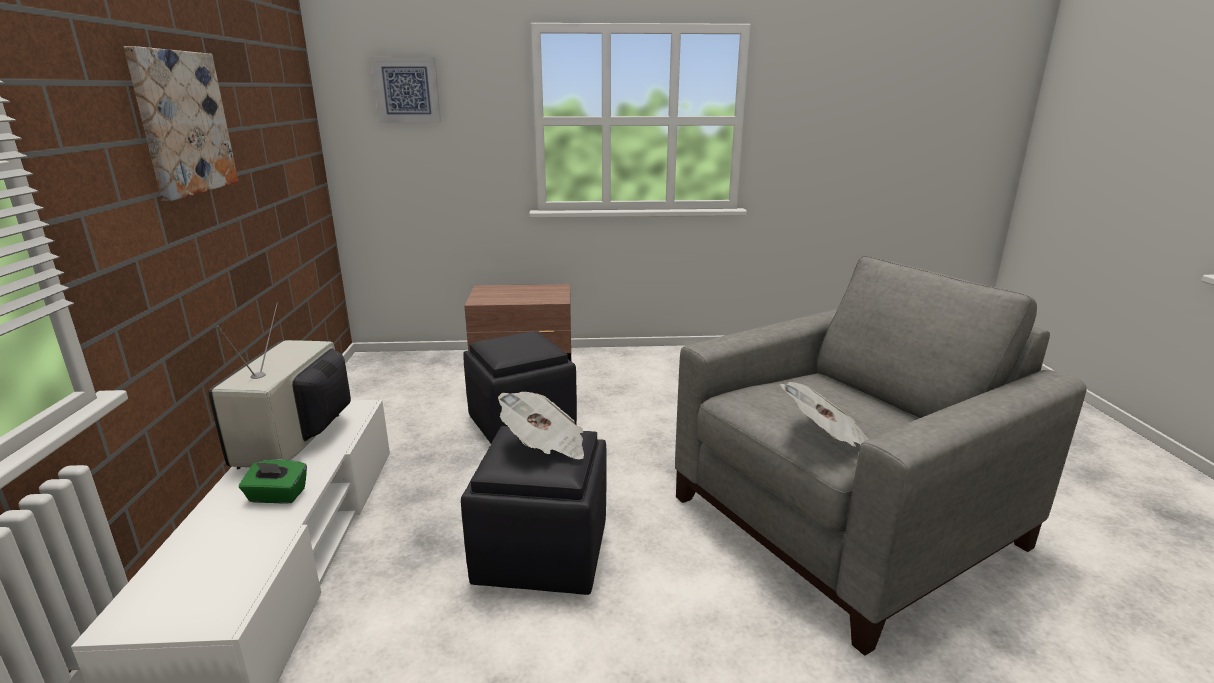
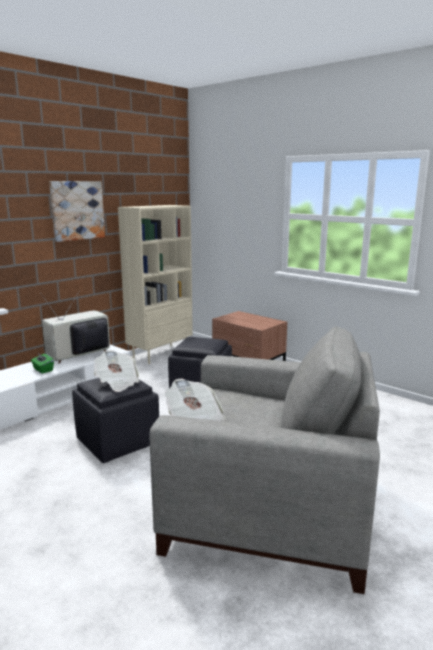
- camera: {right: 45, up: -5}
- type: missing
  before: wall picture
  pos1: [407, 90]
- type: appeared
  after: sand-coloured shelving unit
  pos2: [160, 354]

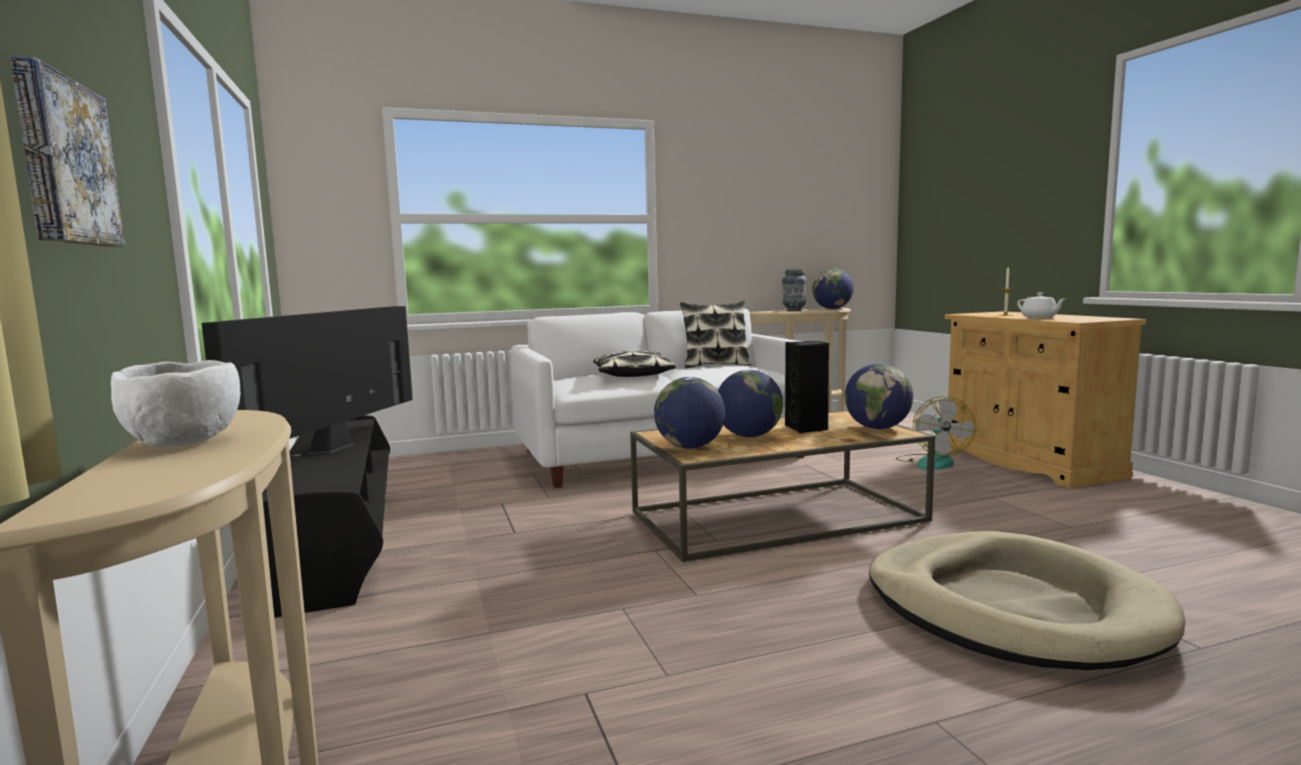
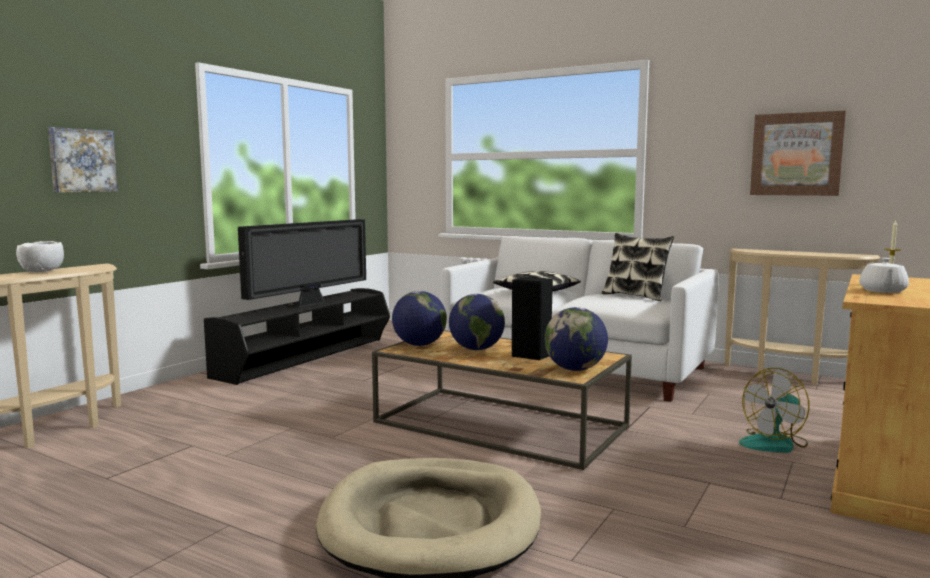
- camera: {right: 50, up: 0}
- type: spun
  before: television
  pos1: [332, 448]
  pos2: [310, 304]
  turn: 150
- type: missing
  before: flower vase
  pos1: [794, 310]
- type: missing
  before: world globe
  pos1: [832, 309]
- type: appeared
  after: wall picture
  pos2: [796, 154]

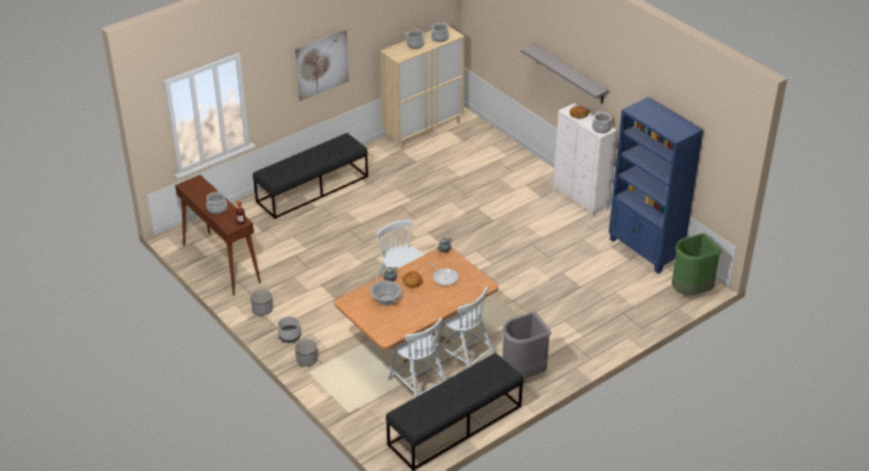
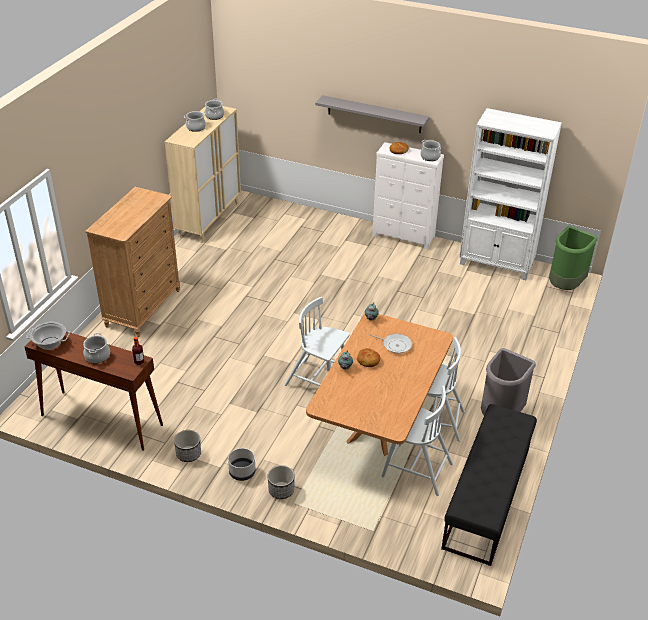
- camera: {right: -30, up: 0}
- type: exchanged
  before: black bench
  after: brown chest of drawers
  pos1: [313, 189]
  pos2: [143, 308]
- type: missing
  before: wall picture
  pos1: [322, 64]
- type: relocated
  before: stockpot
  pos1: [386, 299]
  pos2: [50, 343]
- type: colour
  before: bluish shelving unit
  after: whitish shelving unit
  pos1: [645, 250]
  pos2: [497, 263]

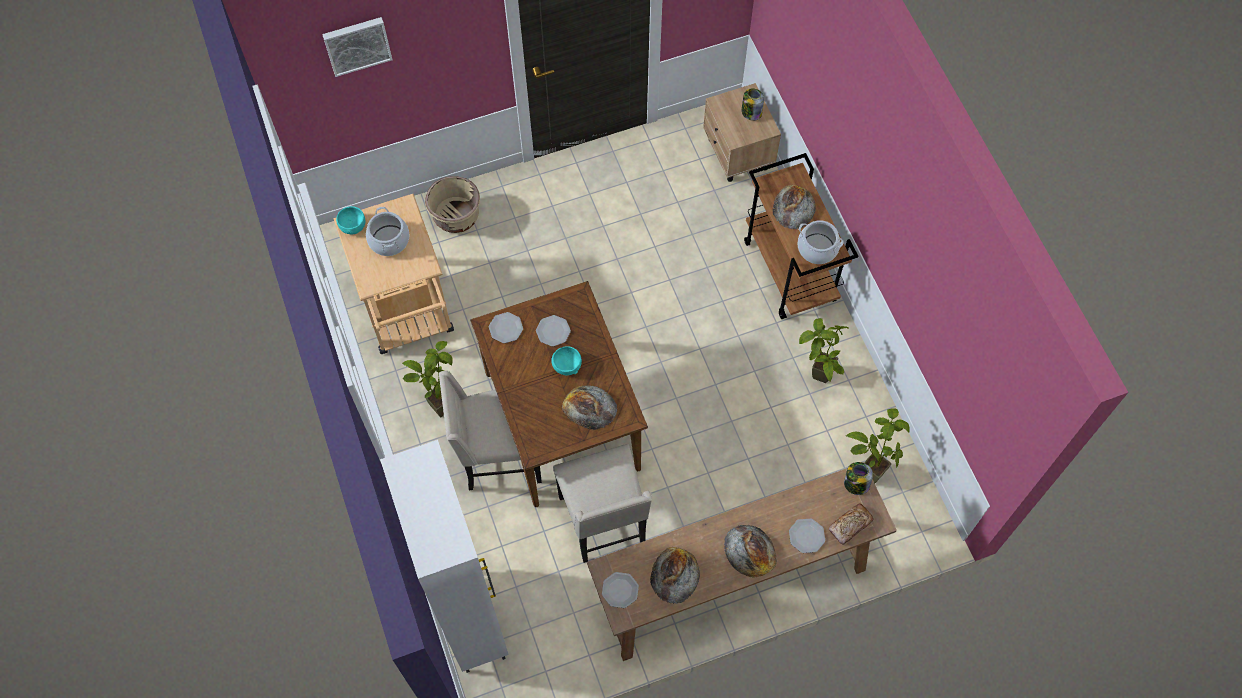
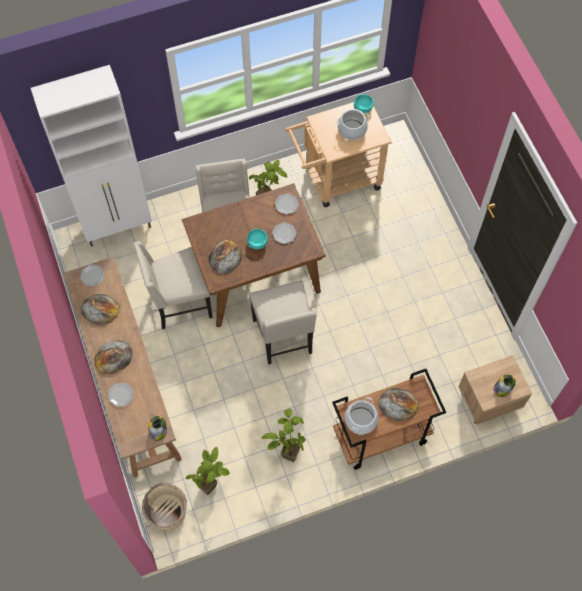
- camera: {right: 90, up: 0}
- type: missing
  before: wall picture
  pos1: [357, 44]
- type: relocated
  before: sand-coloured planter
  pos1: [456, 216]
  pos2: [167, 512]
- type: missing
  before: baked bread
  pos1: [850, 525]
- type: appeared
  after: sand-coloured plain chair
  pos2: [284, 337]

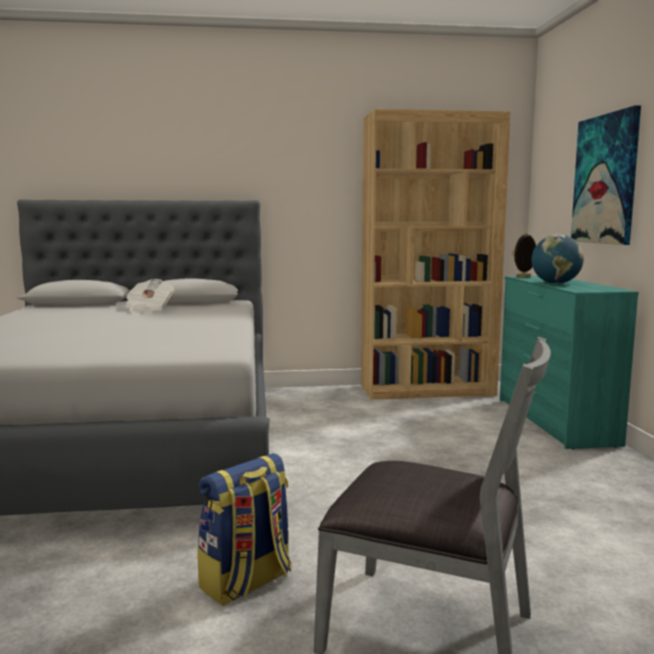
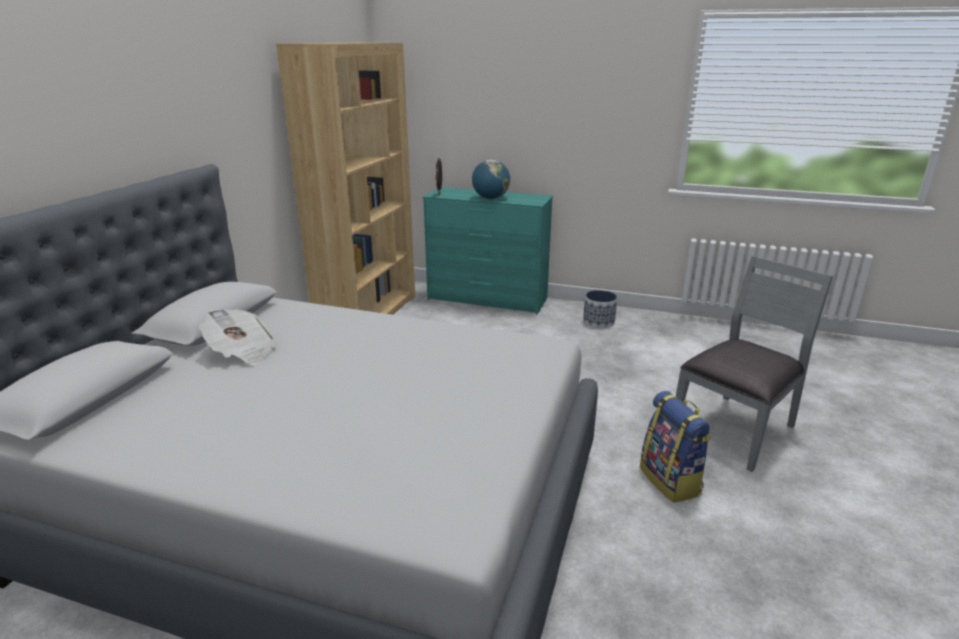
- camera: {right: -65, up: 15}
- type: missing
  before: wall picture
  pos1: [605, 179]
- type: appeared
  after: planter
  pos2: [598, 322]

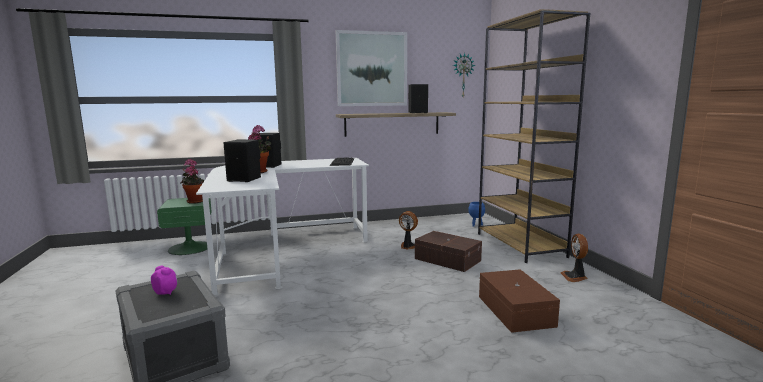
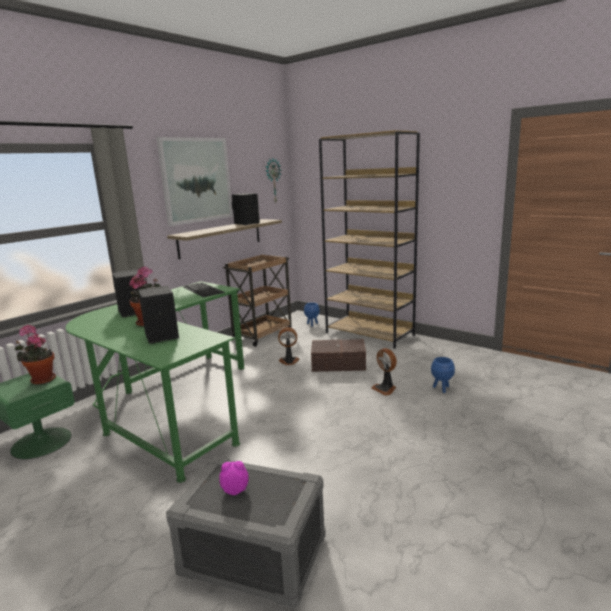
- camera: {right: -35, up: 5}
- type: colour
  before: whitish desk table
  after: green desk table
  pos1: [281, 251]
  pos2: [170, 406]
- type: exchanged
  before: brown storage box
  after: bluish planter
  pos1: [516, 310]
  pos2: [441, 389]
- type: relocated
  before: fan
  pos1: [575, 277]
  pos2: [385, 389]
- type: appeared
  after: brown wheeled cart
  pos2: [262, 334]

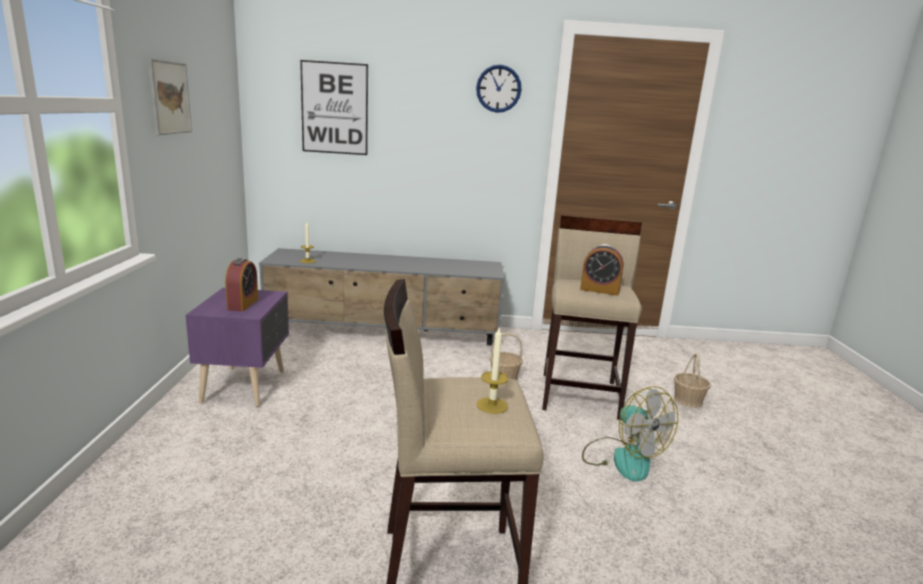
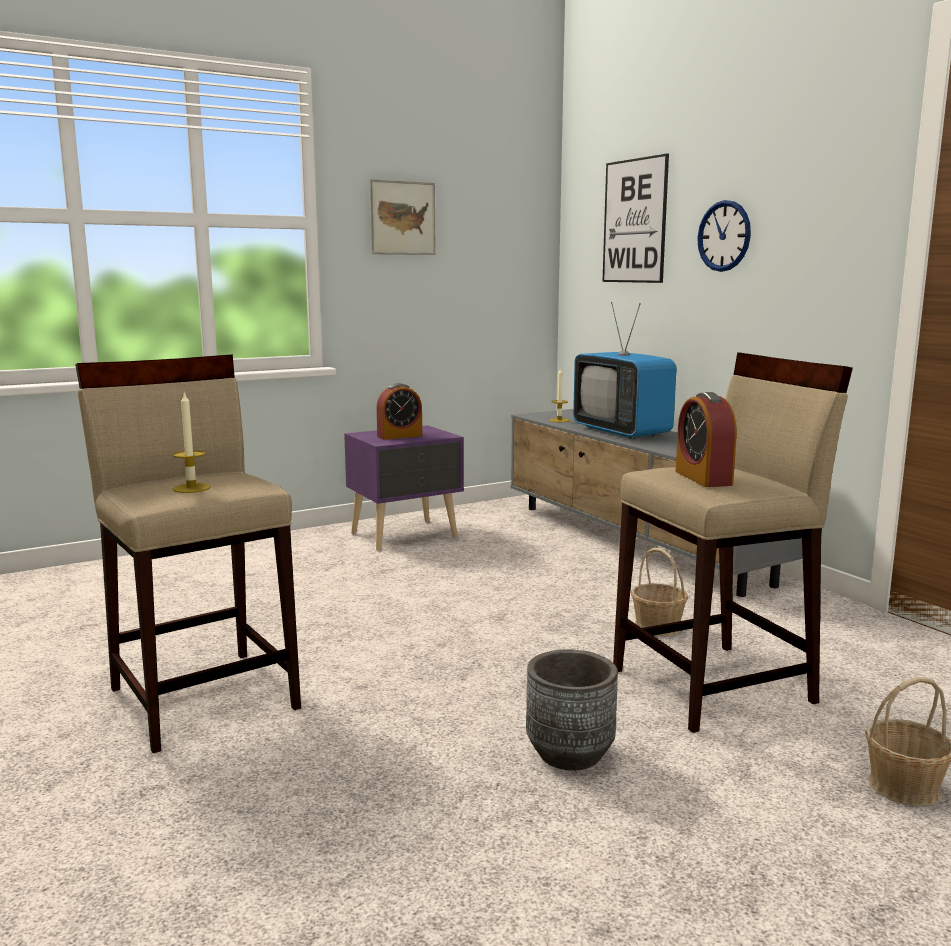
- camera: {right: 60, up: -5}
- type: relocated
  before: wall clock
  pos1: [498, 88]
  pos2: [724, 236]
- type: exchanged
  before: fan
  after: gray planter
  pos1: [622, 458]
  pos2: [570, 754]
- type: appeared
  after: television
  pos2: [621, 432]

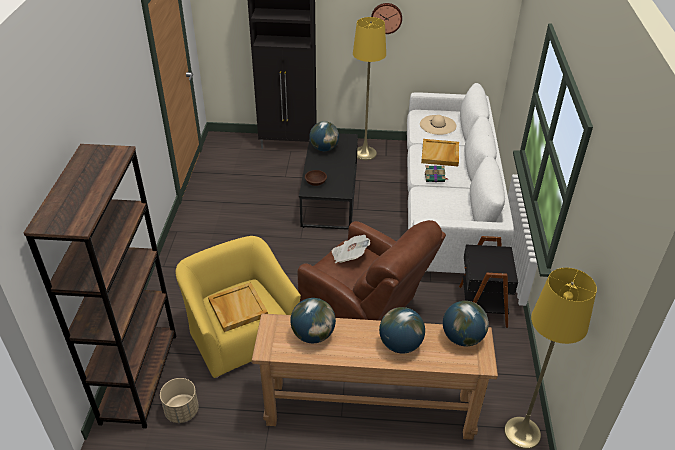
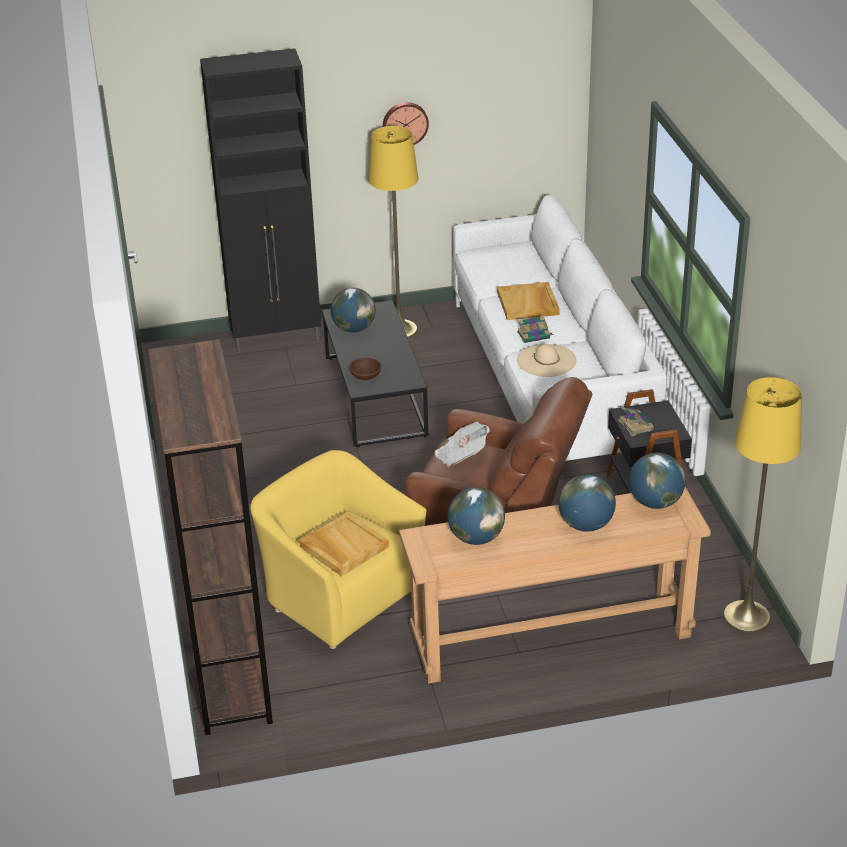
- camera: {right: -15, up: -5}
- type: missing
  before: sand-coloured planter
  pos1: [181, 411]
- type: relocated
  before: sand-coloured clothing hat
  pos1: [438, 125]
  pos2: [546, 360]
- type: appeared
  after: volume
  pos2: [635, 425]

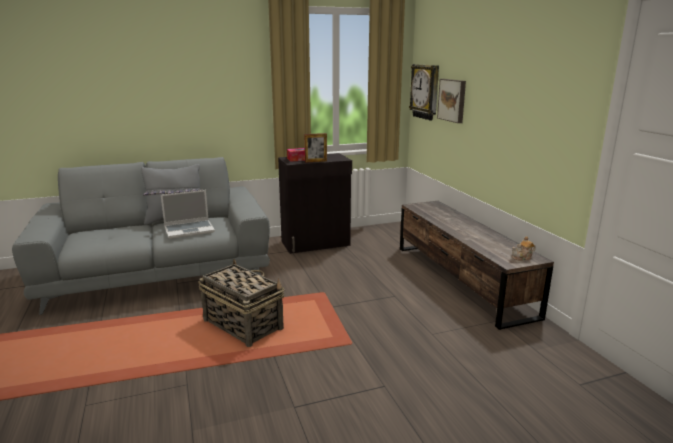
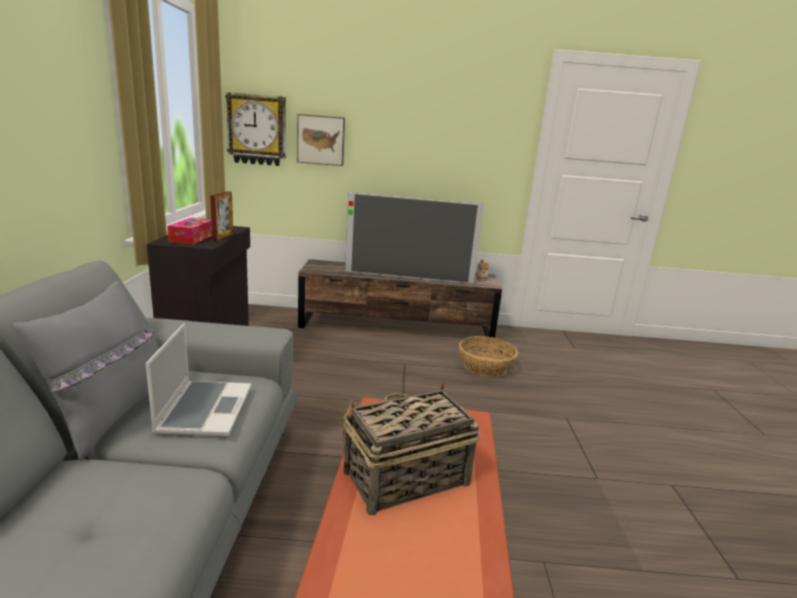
- camera: {right: -70, up: 0}
- type: appeared
  after: television
  pos2: [408, 277]
- type: appeared
  after: storage basket
  pos2: [485, 366]

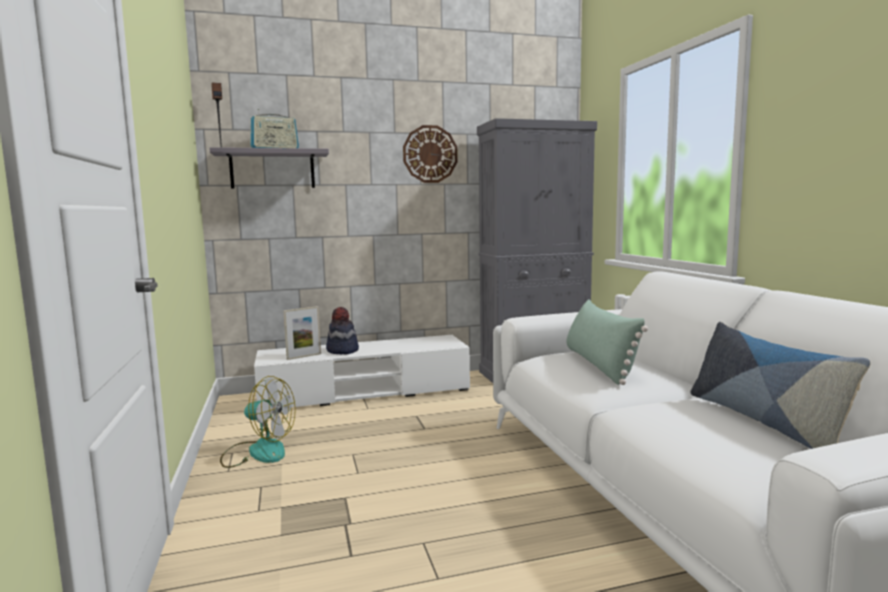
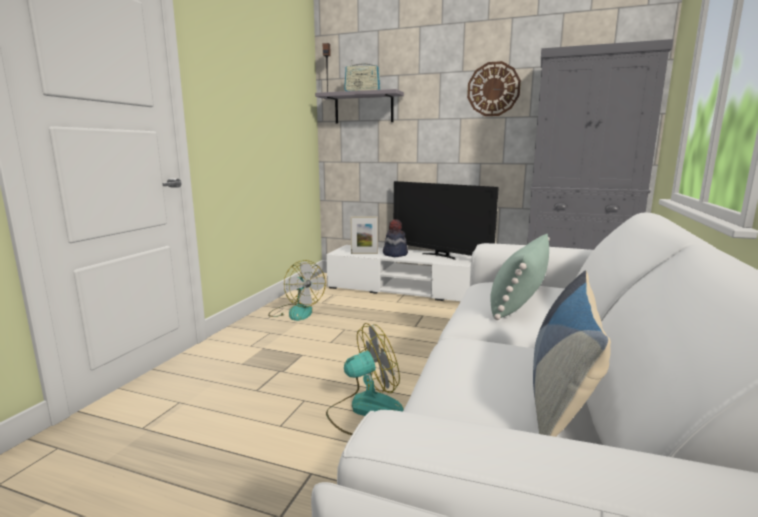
- camera: {right: 35, up: 5}
- type: appeared
  after: fan
  pos2: [364, 410]
- type: appeared
  after: television
  pos2: [440, 256]

